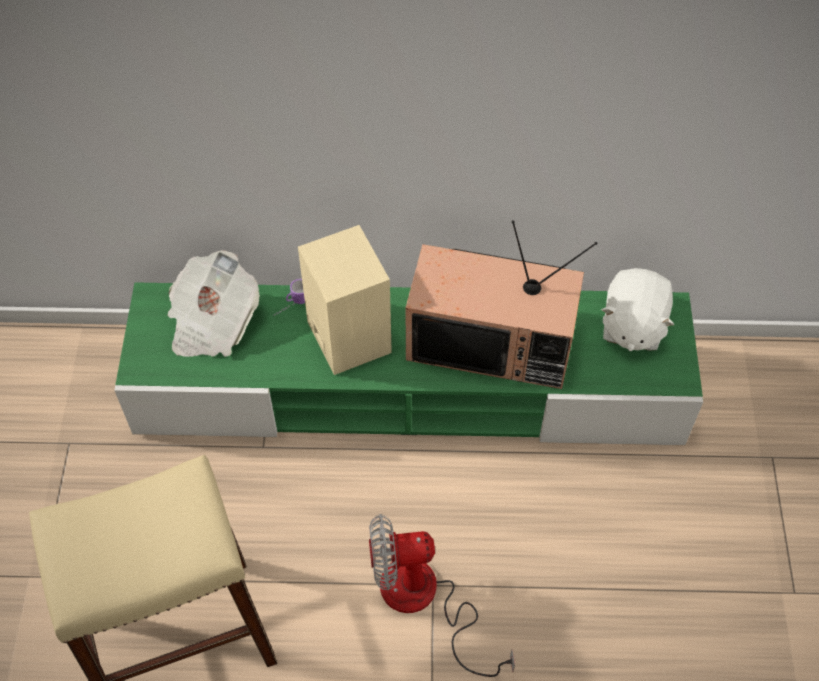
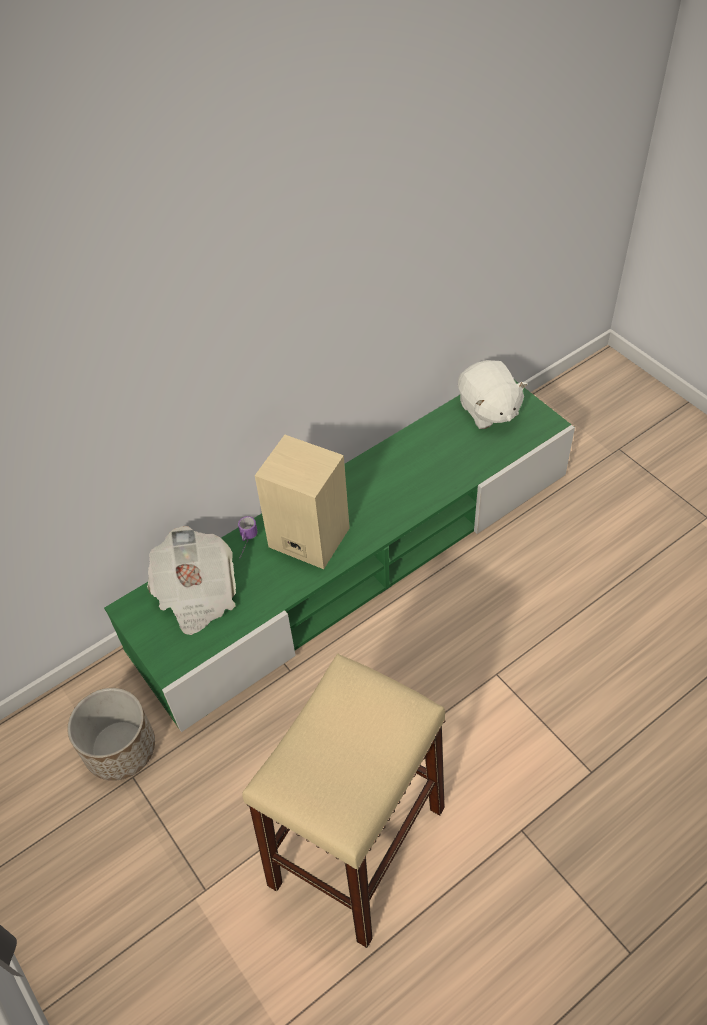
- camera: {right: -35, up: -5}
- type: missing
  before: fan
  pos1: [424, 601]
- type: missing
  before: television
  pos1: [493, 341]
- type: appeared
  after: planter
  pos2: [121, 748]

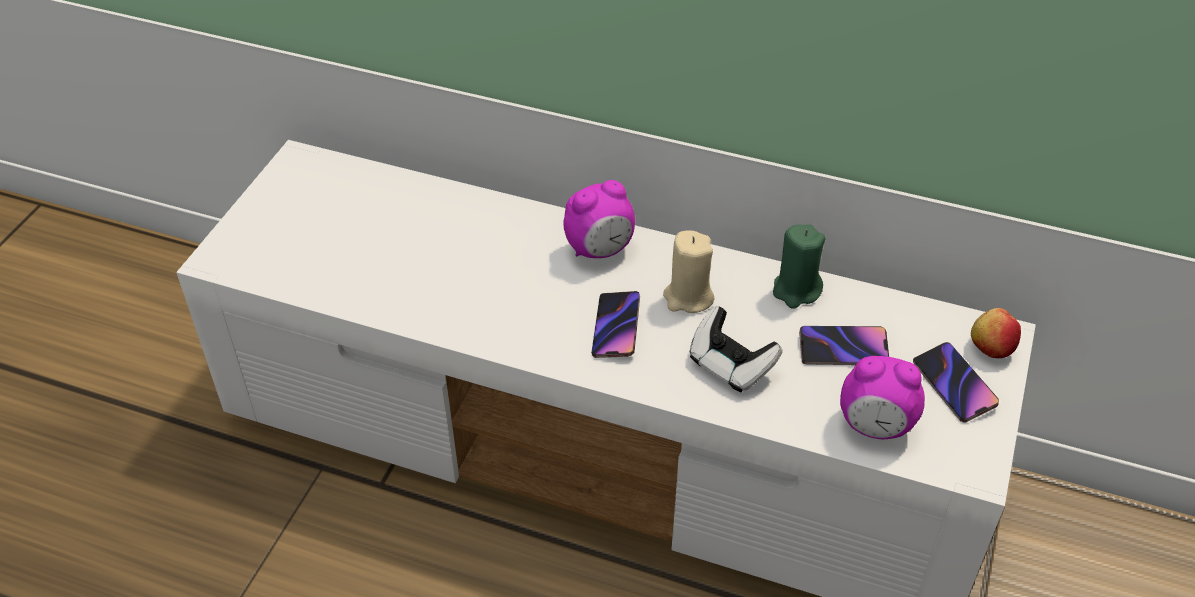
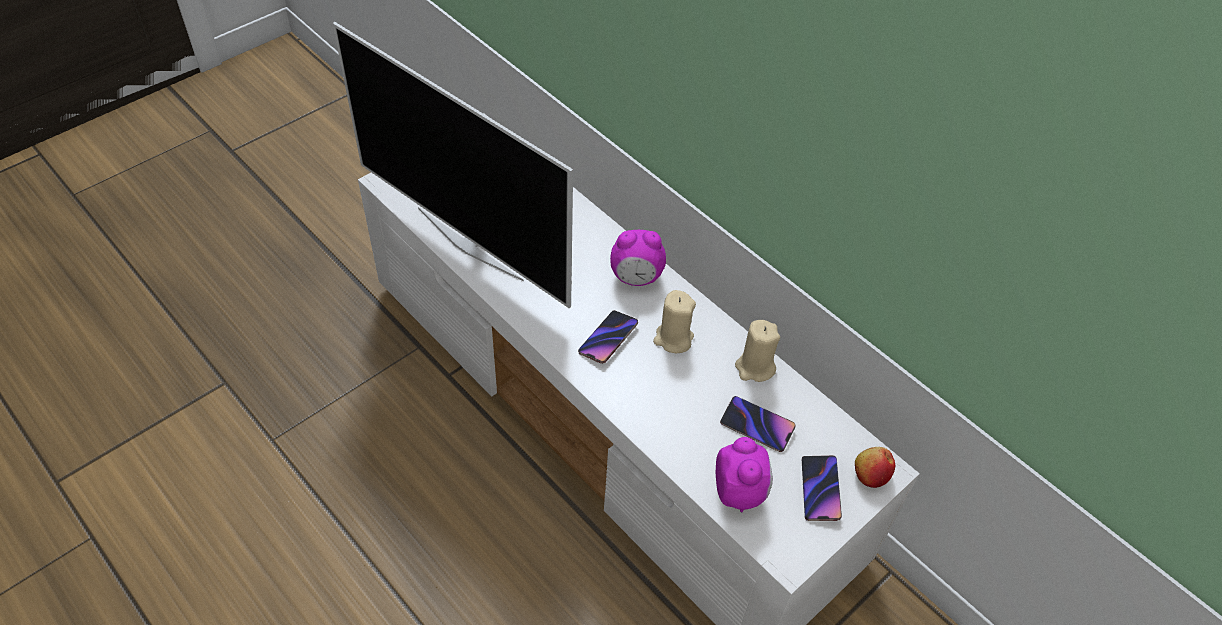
- camera: {right: 25, up: 5}
- type: missing
  before: game controller
  pos1: [730, 365]
- type: colour
  before: green wax candle
  after: sand-coloured wax candle
  pos1: [796, 290]
  pos2: [754, 367]
- type: spun
  before: table clock
  pos1: [875, 425]
  pos2: [739, 492]
  turn: -135
- type: appeared
  after: television
  pos2: [471, 242]

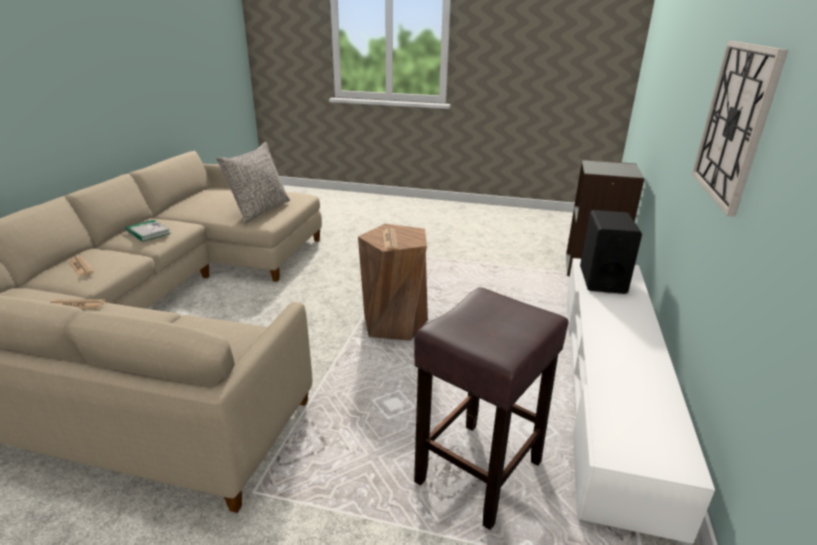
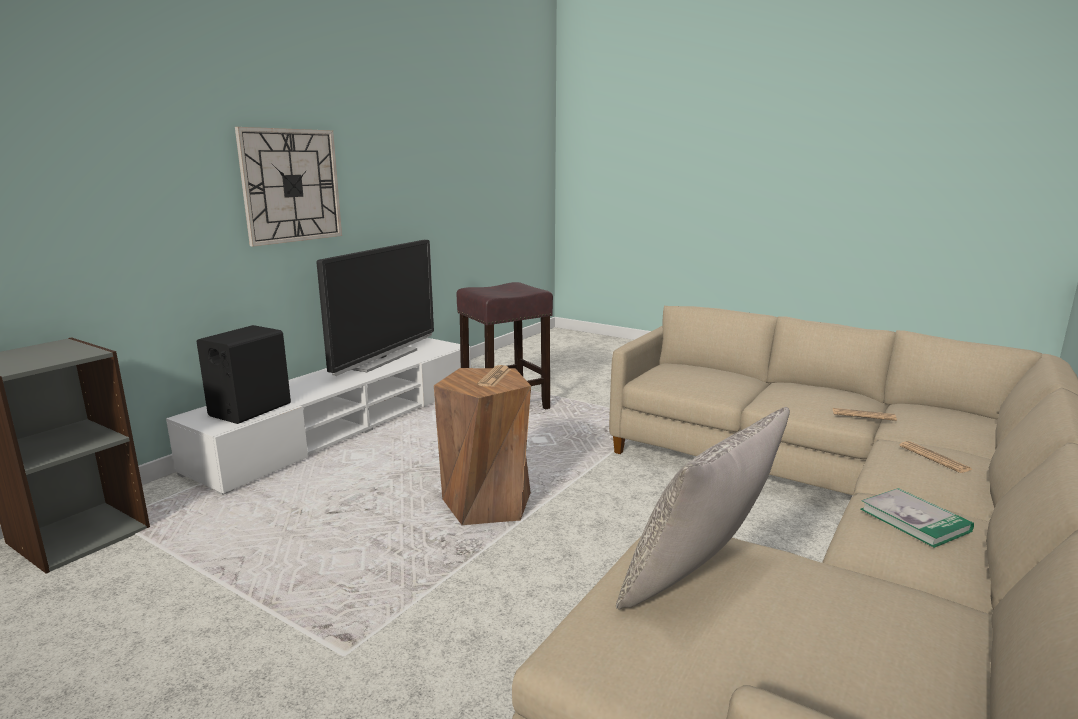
- camera: {right: -160, up: -10}
- type: appeared
  after: television
  pos2: [383, 359]

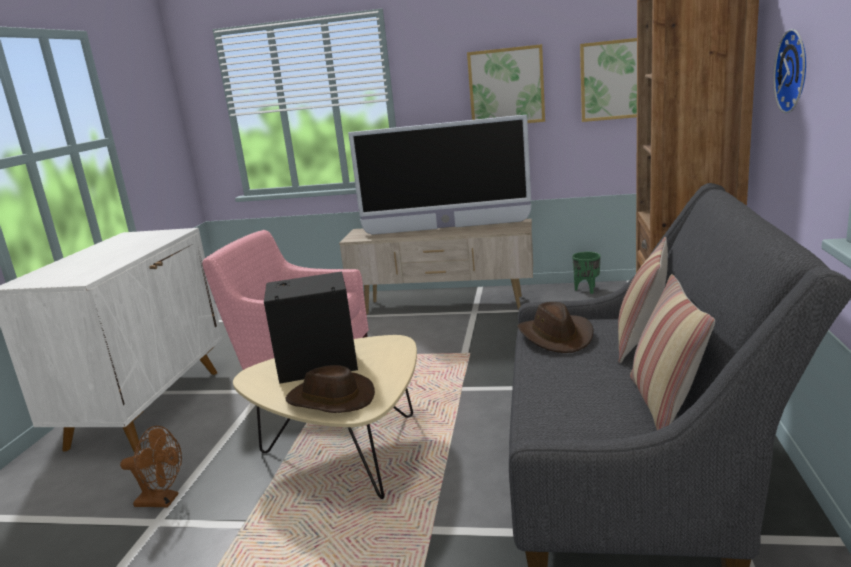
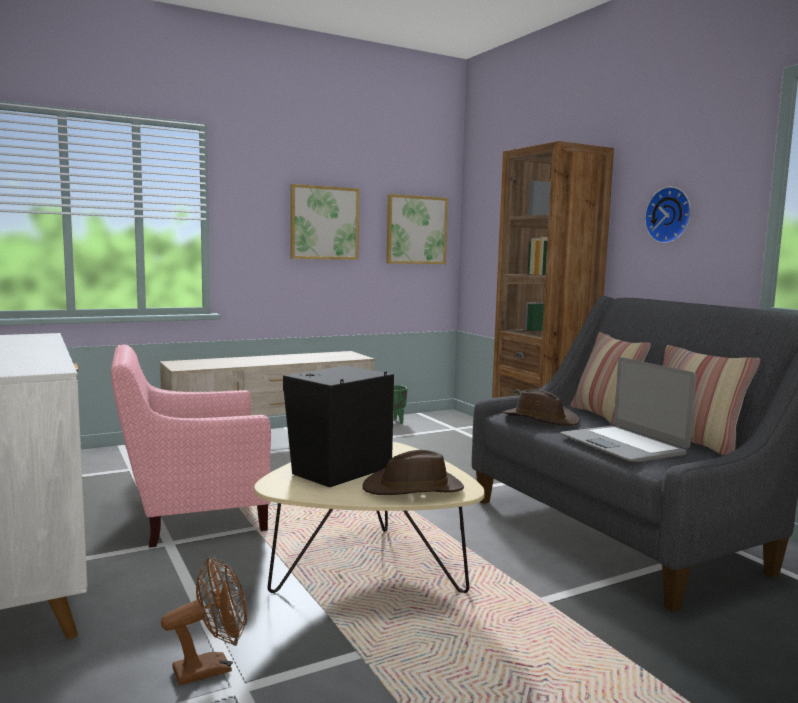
- camera: {right: -40, up: -10}
- type: missing
  before: television
  pos1: [446, 228]
- type: appeared
  after: portable computer
  pos2: [623, 445]

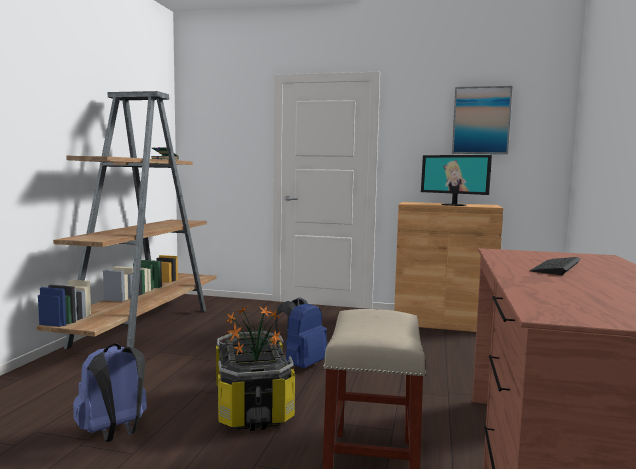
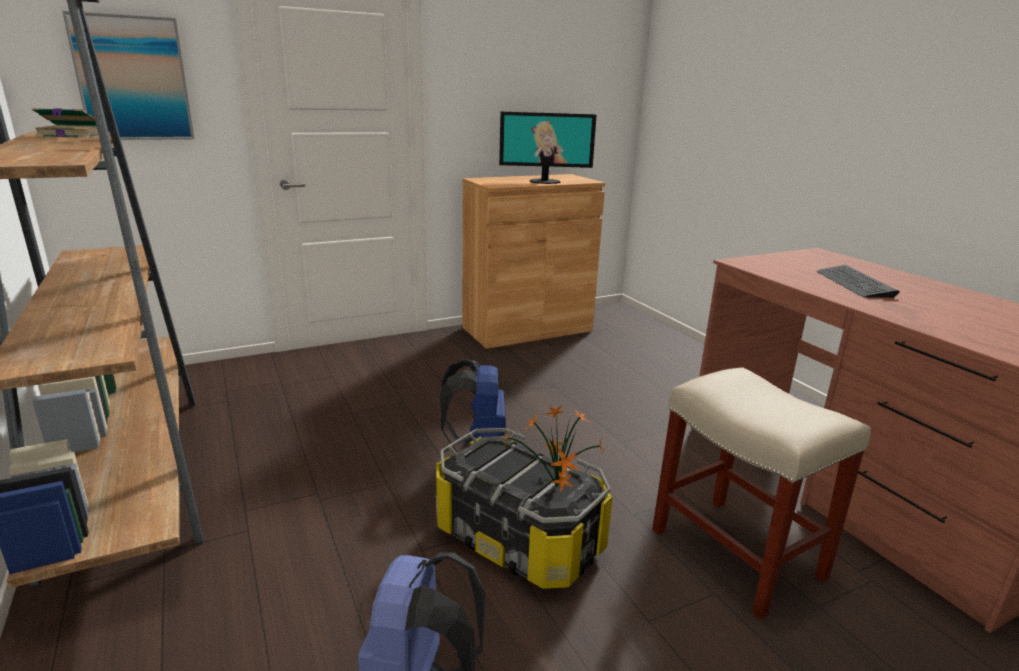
- camera: {right: -40, up: 15}
- type: relocated
  before: wall picture
  pos1: [481, 120]
  pos2: [133, 79]

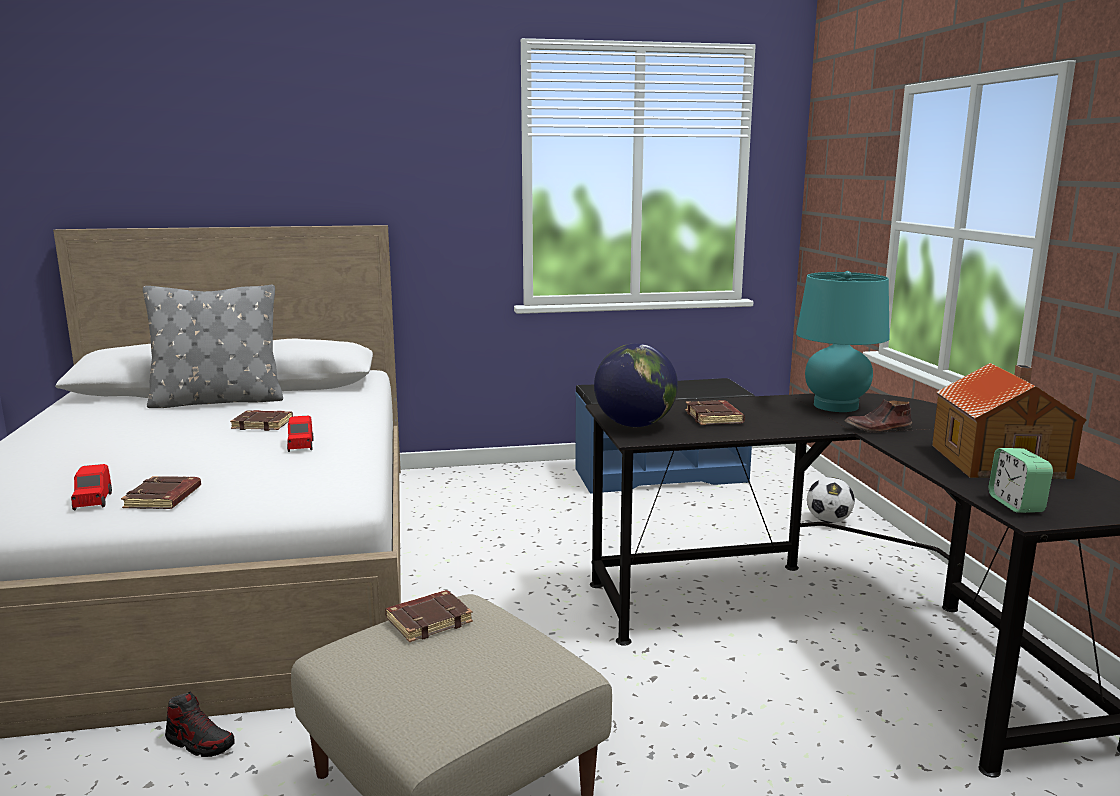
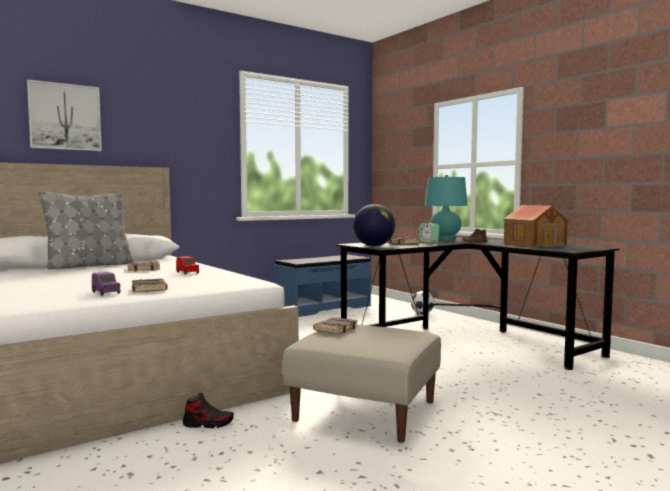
- camera: {right: -25, up: -10}
- type: colour
  before: red miniature car
  after: purplish miniature car
  pos1: [93, 501]
  pos2: [106, 293]
- type: relocated
  before: table clock
  pos1: [1016, 504]
  pos2: [428, 242]
- type: appeared
  after: wall picture
  pos2: [65, 117]

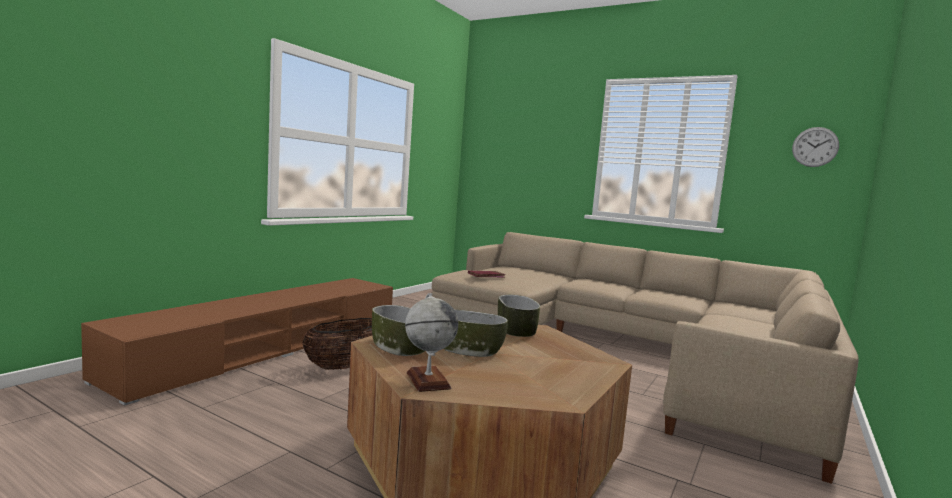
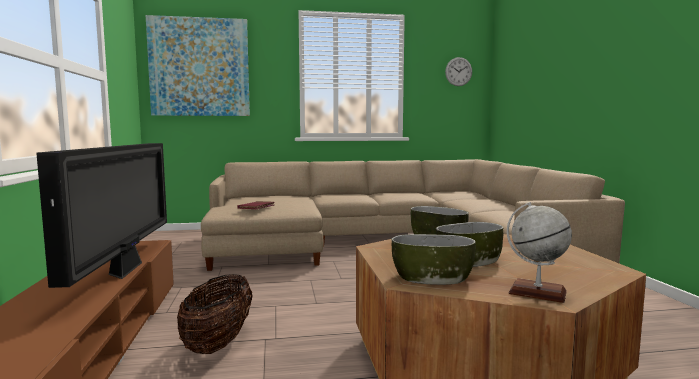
- camera: {right: -40, up: 0}
- type: appeared
  after: television
  pos2: [126, 269]
- type: appeared
  after: wall picture
  pos2: [199, 67]

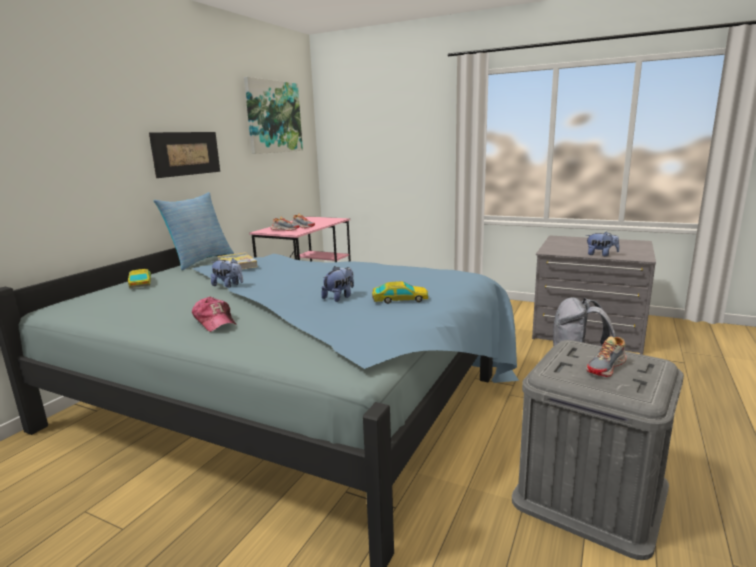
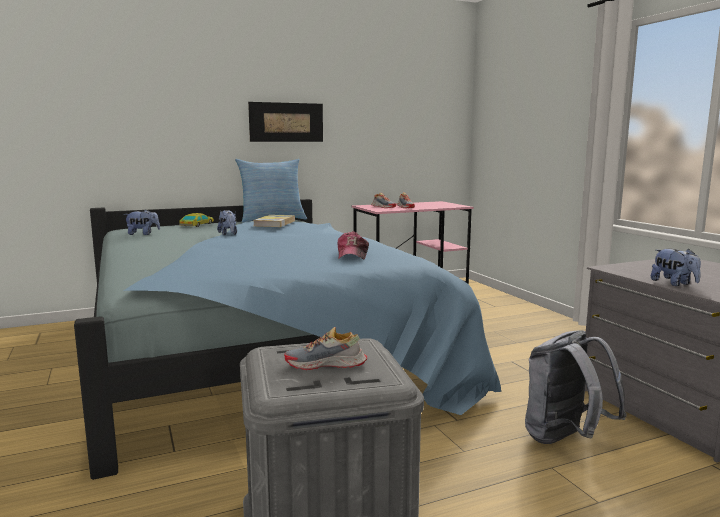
- camera: {right: 40, up: -5}
- type: relocated
  before: cap
  pos1: [215, 322]
  pos2: [353, 255]
- type: missing
  before: wall picture
  pos1: [273, 117]
- type: relocated
  before: plush toy
  pos1: [339, 297]
  pos2: [143, 234]
- type: missing
  before: miniature car
  pos1: [400, 299]

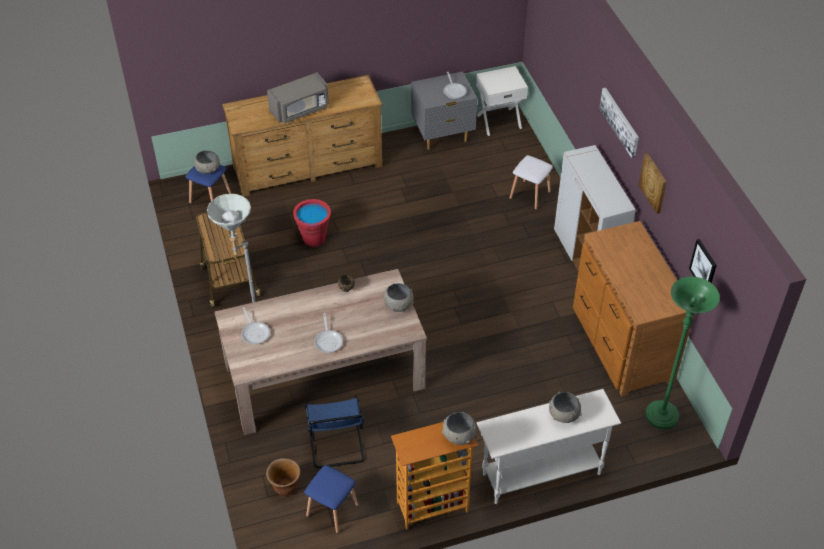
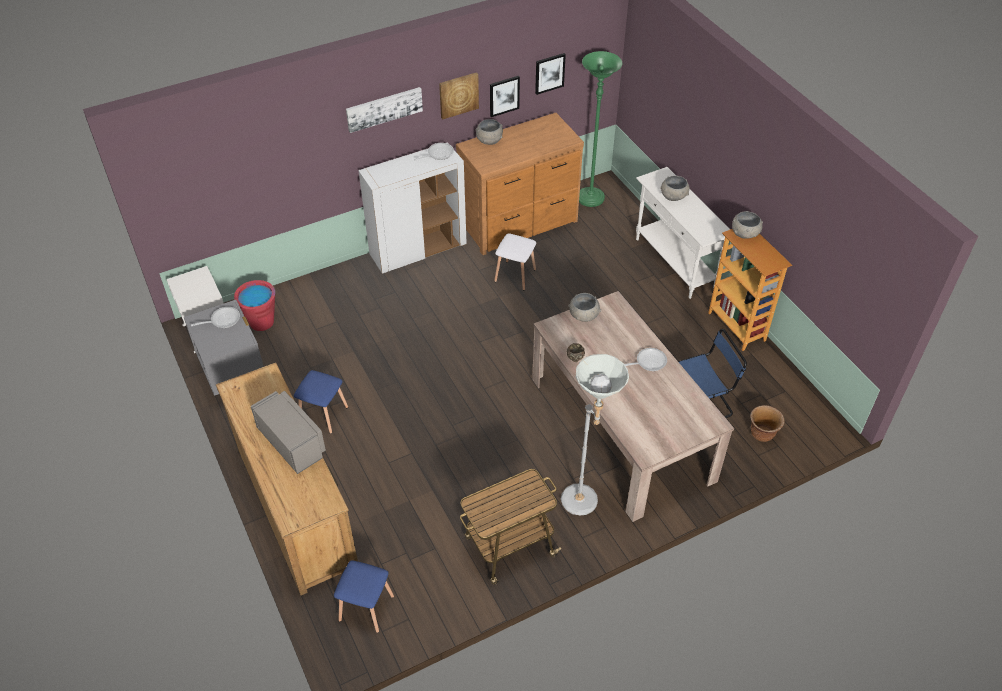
- camera: {right: -100, up: 0}
- type: relocated
  before: gray bowl
  pos1: [208, 169]
  pos2: [489, 140]
- type: relocated
  before: frying pan
  pos1: [255, 332]
  pos2: [438, 154]
- type: relocated
  before: red bucket
  pos1: [314, 238]
  pos2: [261, 322]
- type: relocated
  before: bluish stool seat
  pos1: [332, 511]
  pos2: [324, 414]
- type: relocated
  before: whitish stool seat
  pos1: [530, 195]
  pos2: [515, 275]
- type: appeared
  after: wall picture
  pos2: [504, 95]

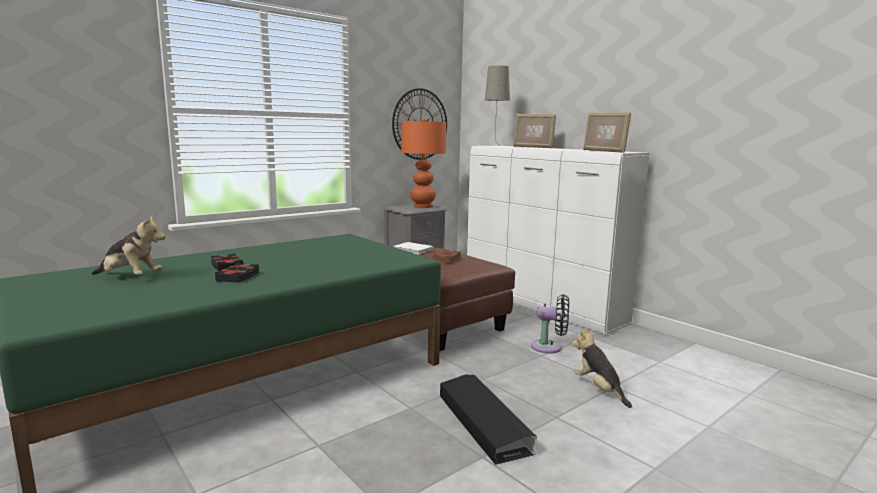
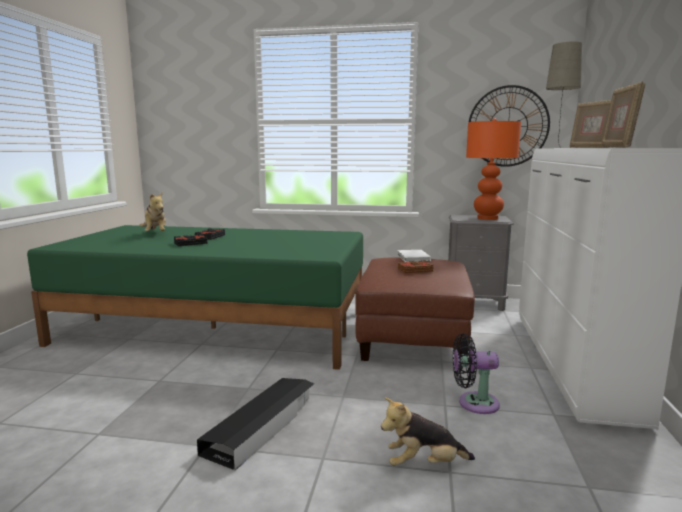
- camera: {right: 50, up: 0}
- type: spun
  before: black fan
  pos1: [549, 347]
  pos2: [474, 403]
  turn: 120
- type: spun
  before: plush toy
  pos1: [599, 389]
  pos2: [424, 464]
  turn: -120

